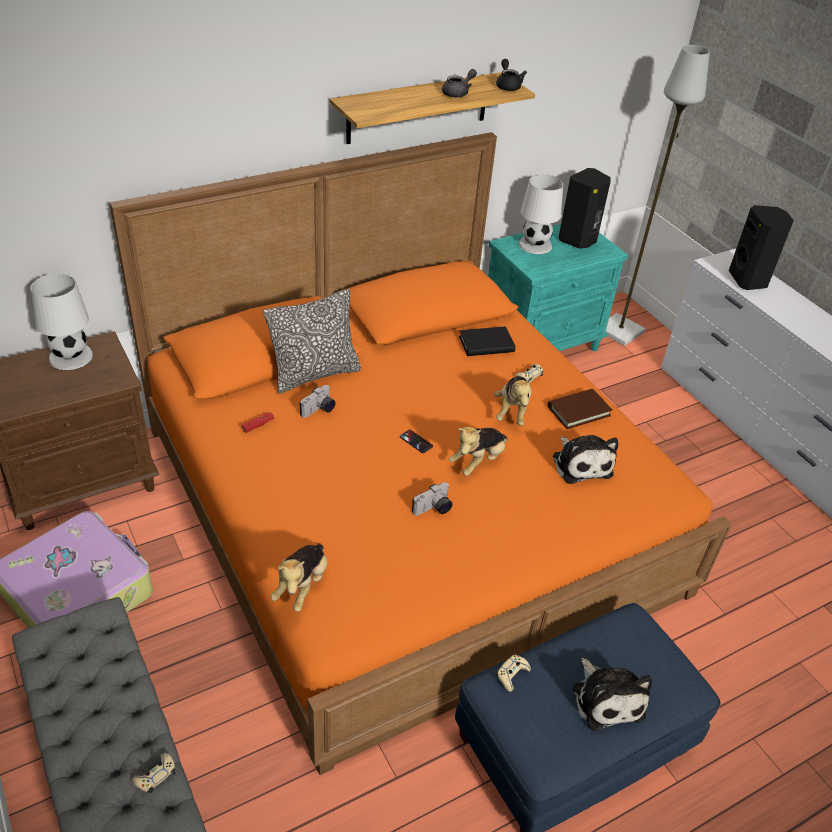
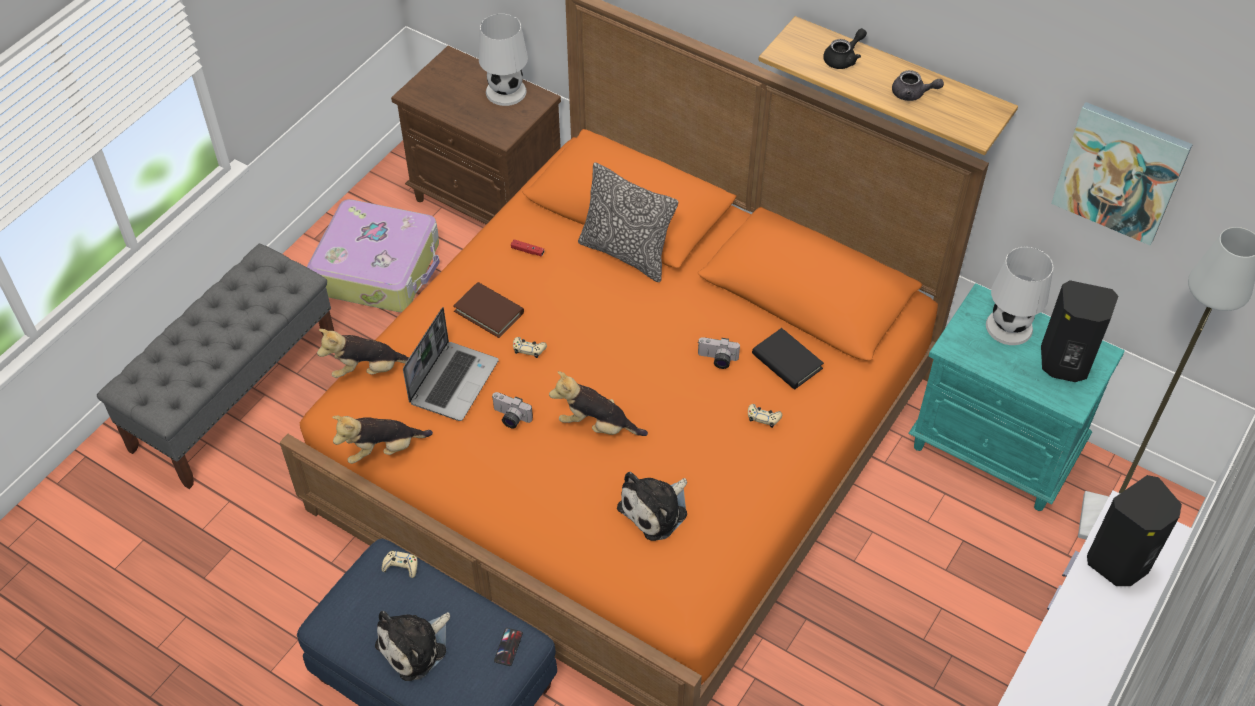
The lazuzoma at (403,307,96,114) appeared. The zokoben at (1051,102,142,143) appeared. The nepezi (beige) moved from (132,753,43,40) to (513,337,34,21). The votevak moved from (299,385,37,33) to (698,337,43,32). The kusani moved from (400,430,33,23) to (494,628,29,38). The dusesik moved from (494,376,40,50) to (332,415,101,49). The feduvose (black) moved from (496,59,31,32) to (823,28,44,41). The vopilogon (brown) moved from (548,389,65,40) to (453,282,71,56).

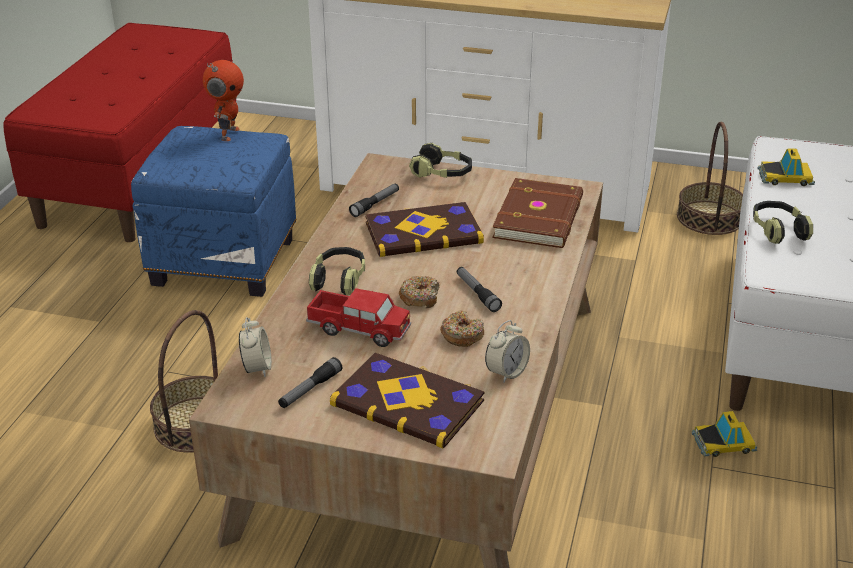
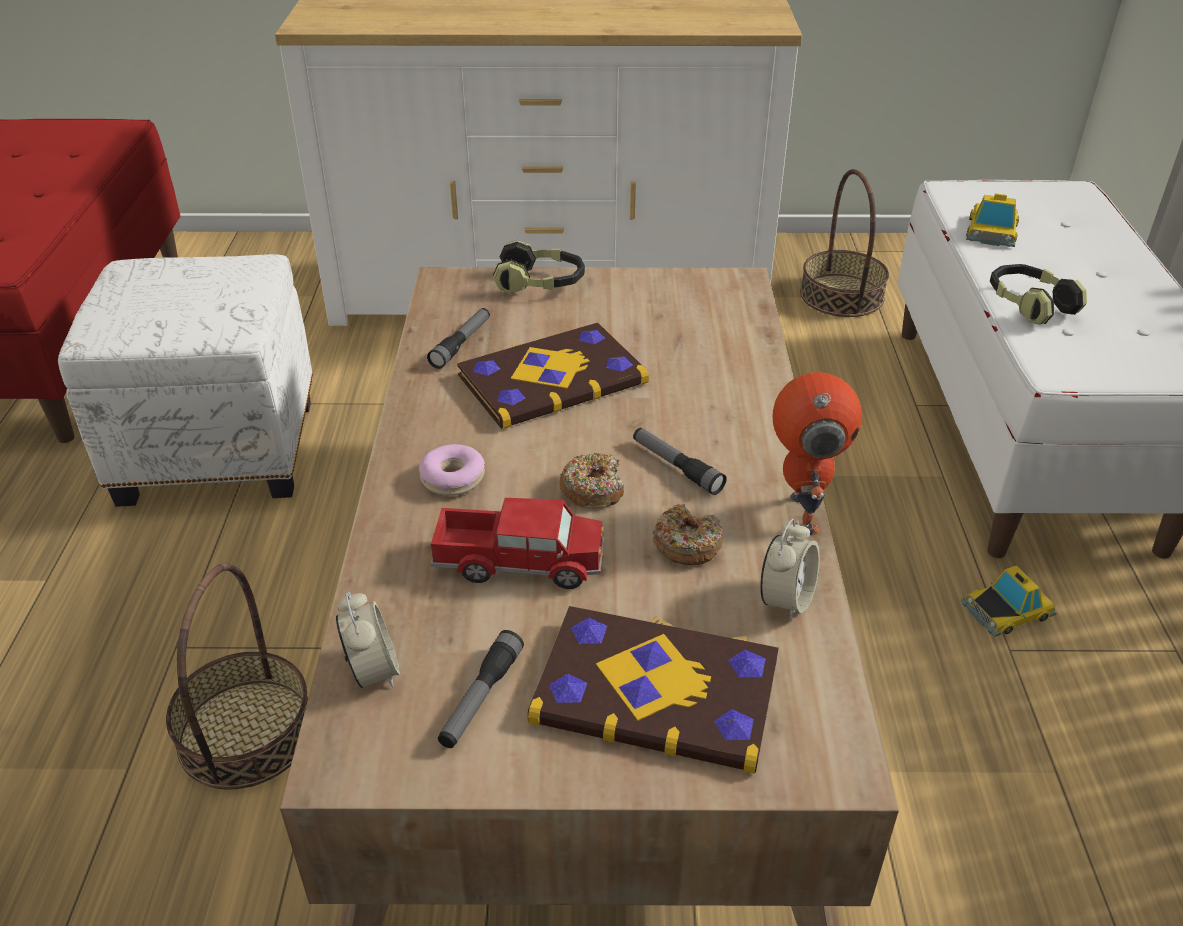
The vopilogon (brown) at (492,178,91,70) disappeared. The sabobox moved from (203,60,41,81) to (773,372,89,163). The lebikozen at (309,247,56,48) was replaced by the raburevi at (419,444,66,52). The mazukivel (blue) at (131,126,165,171) became the mazukivel (white) at (58,254,255,253). The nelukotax at (757,148,58,38) turned 120 degrees clockwise.

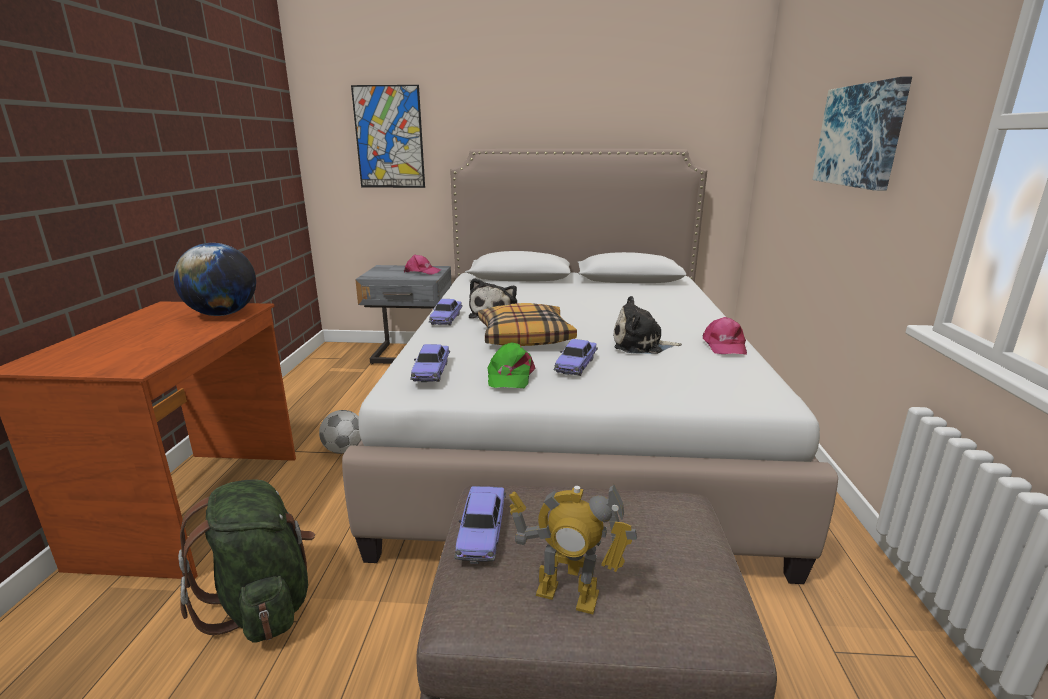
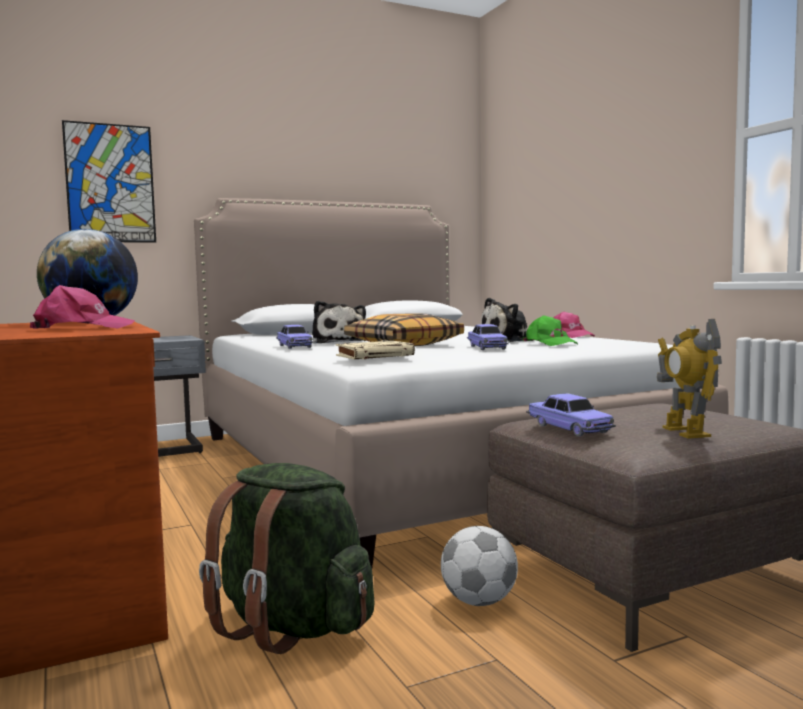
The zokoben at (813,77,99,114) disappeared. The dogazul moved from (319,410,42,44) to (441,526,77,80). The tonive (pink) moved from (404,255,37,20) to (30,285,105,44). The tonive (green) moved from (487,342,48,46) to (522,315,56,31). The nelukotax at (410,344,40,38) was replaced by the vopilogon (beige) at (336,340,79,19). The sabobox at (509,484,128,130) turned 90 degrees clockwise.

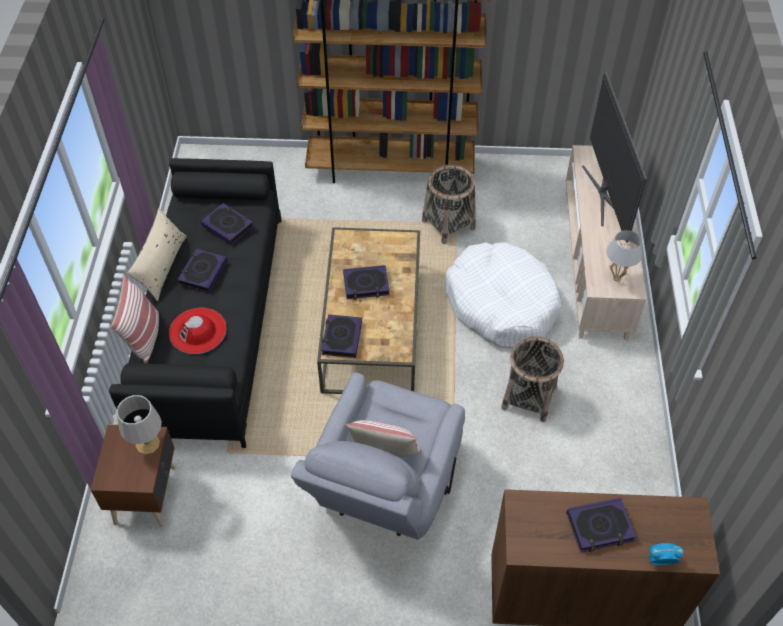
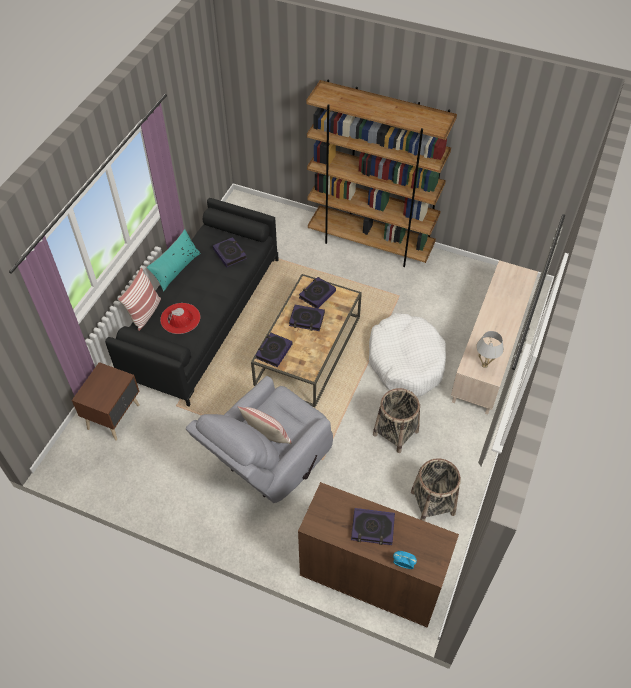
The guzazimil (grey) at (116,395,46,60) disappeared. The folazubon at (582,71,65,172) disappeared. The vopilogon moved from (177,249,50,44) to (299,277,37,31). The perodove moved from (422,164,54,80) to (411,458,50,63). The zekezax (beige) at (127,208,60,93) became the zekezax (turquoise) at (147,229,54,62).

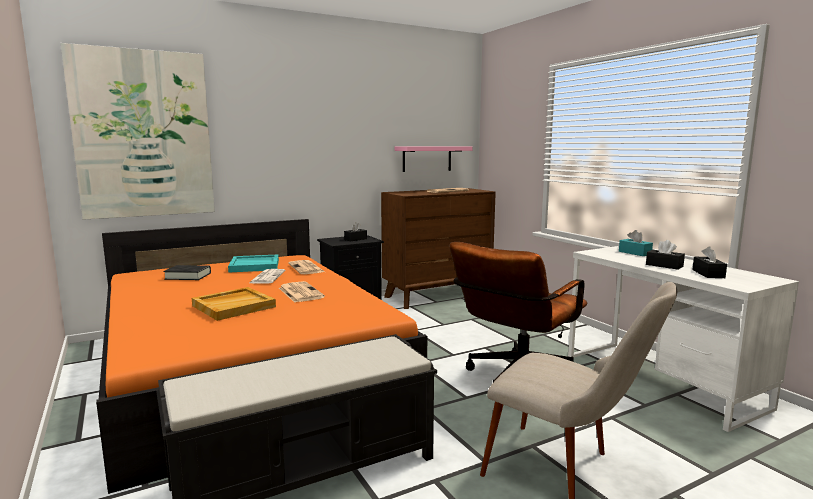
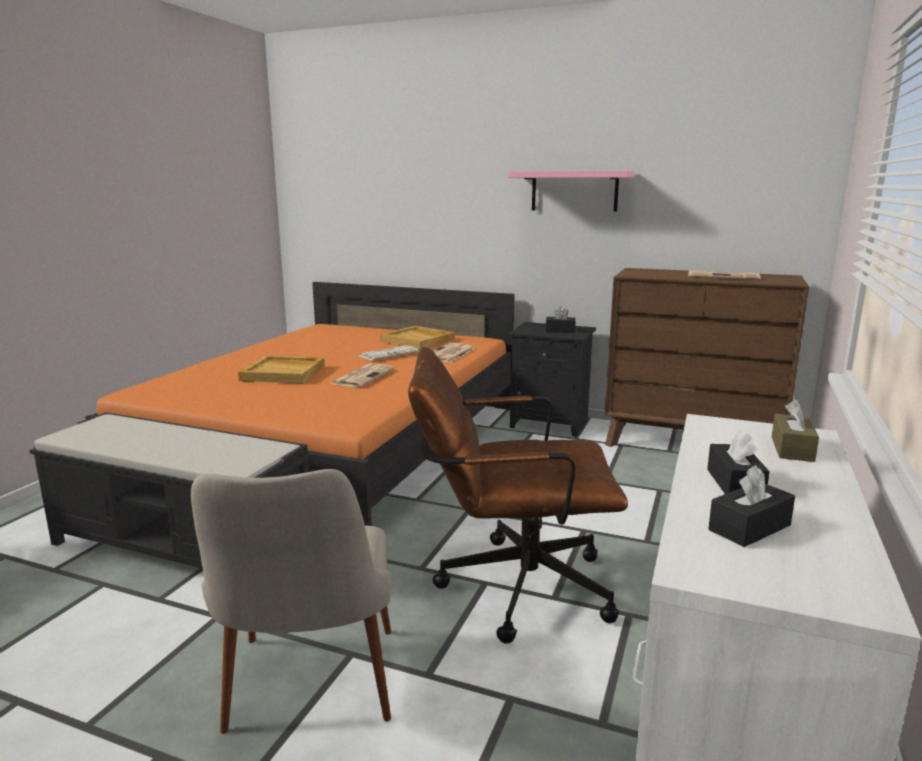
The zokoben at (60,43,155,177) disappeared. The vopilogon (black) at (163,265,48,15) disappeared. The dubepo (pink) moved from (395,147,77,25) to (508,170,127,42). The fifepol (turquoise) at (228,254,51,19) became the fifepol (beige) at (380,326,75,23). The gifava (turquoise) at (619,230,34,26) became the gifava (brown) at (772,400,47,62).

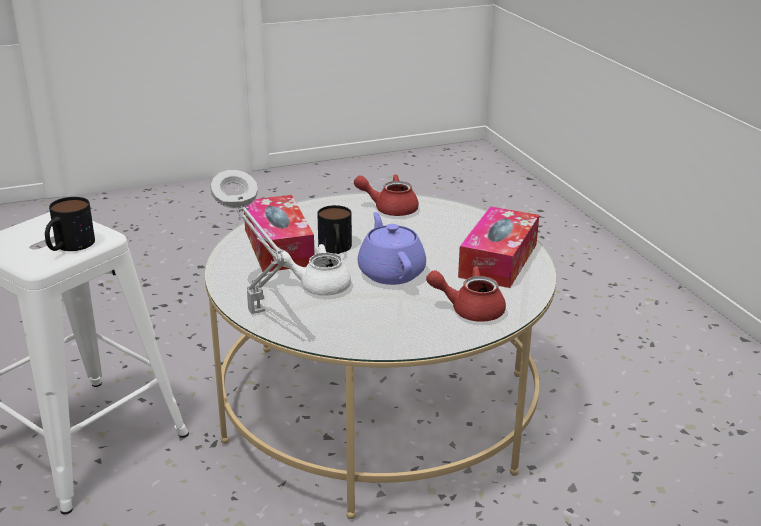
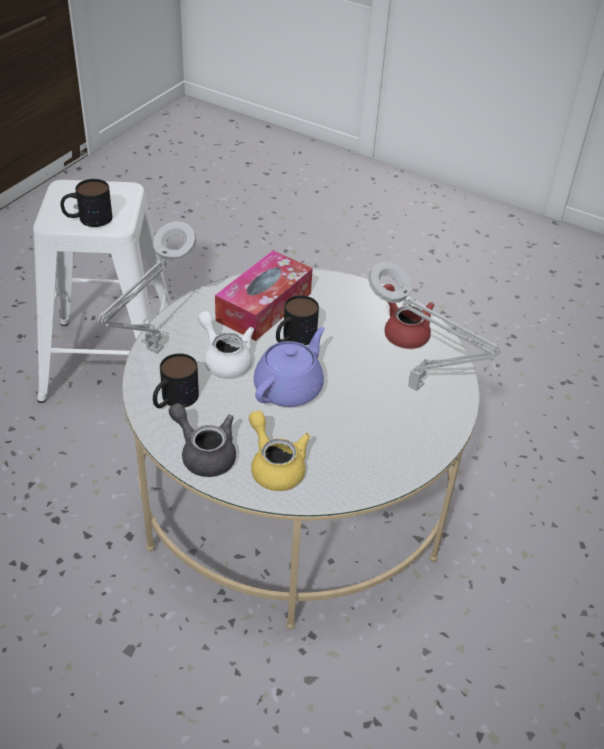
The gifava at (458,206,81,82) disappeared. The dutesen at (153,353,46,55) appeared. The feduvose (grey) at (169,403,67,74) appeared. The guzazimil (grey) at (368,261,133,130) appeared. The feduvose (red) at (426,266,80,56) became the feduvose (yellow) at (249,411,61,80).

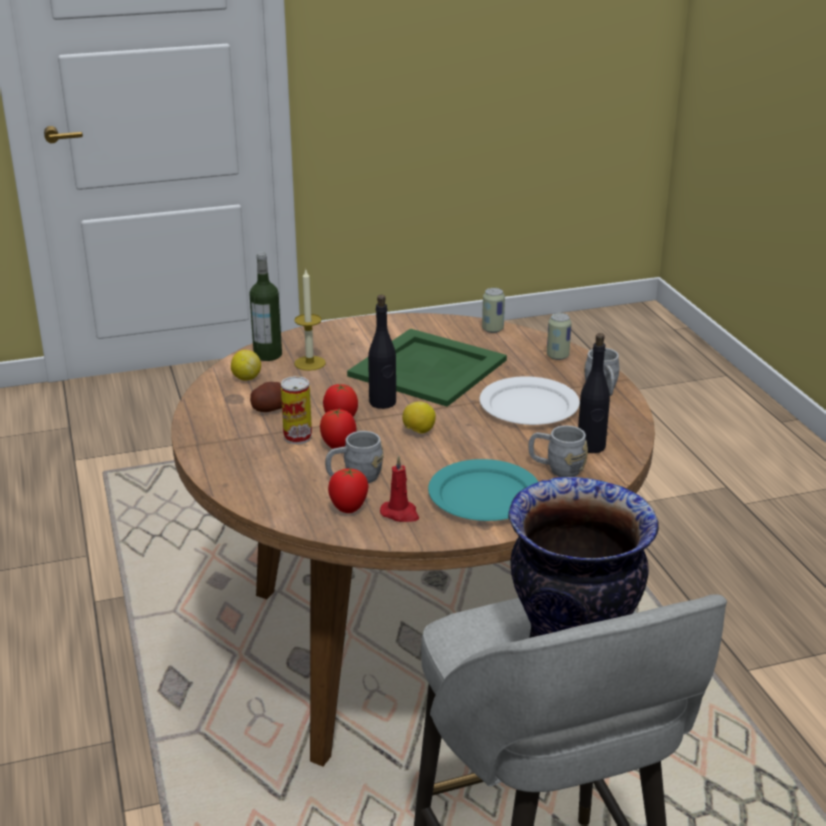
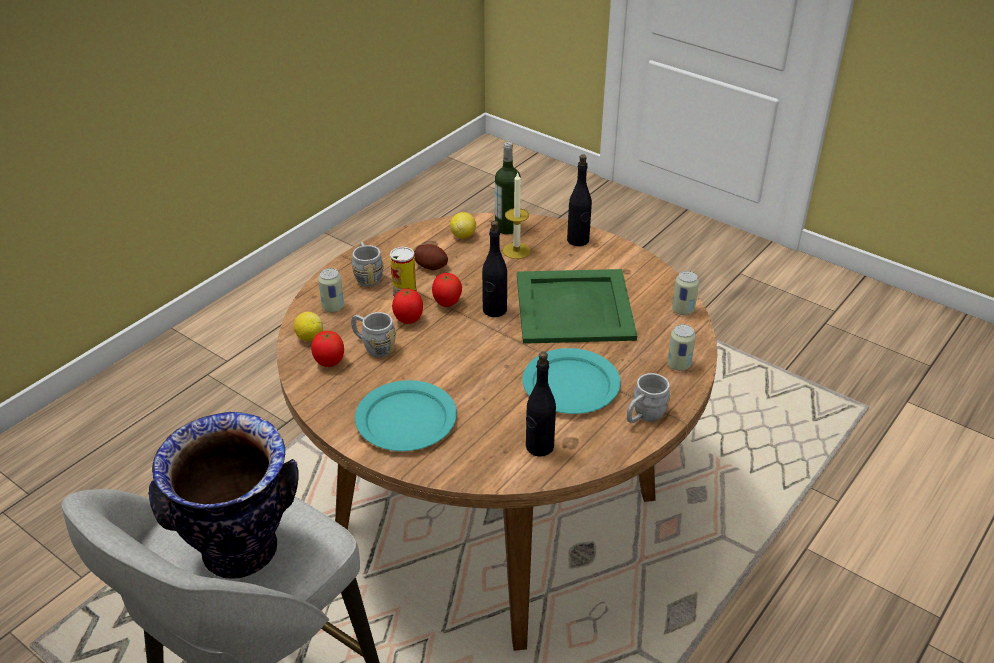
The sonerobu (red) at (380,456,39,66) disappeared. The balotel at (318,268,26,44) appeared. The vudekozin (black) at (567,154,25,92) appeared. The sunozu moved from (402,402,34,32) to (294,312,29,29). The dutesen (grey) moved from (528,425,60,52) to (352,242,31,45). The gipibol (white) at (480,376,100,49) became the gipibol (turquoise) at (522,348,99,66).

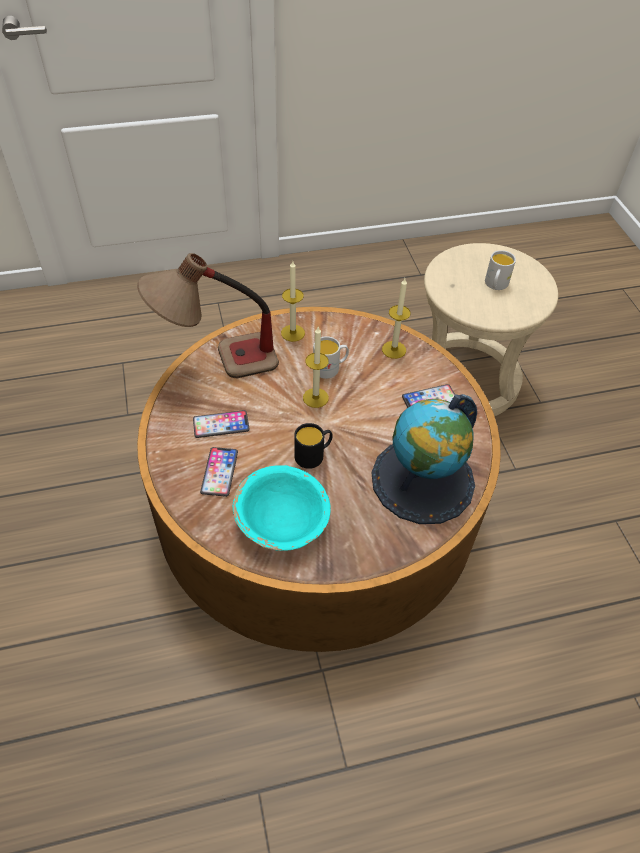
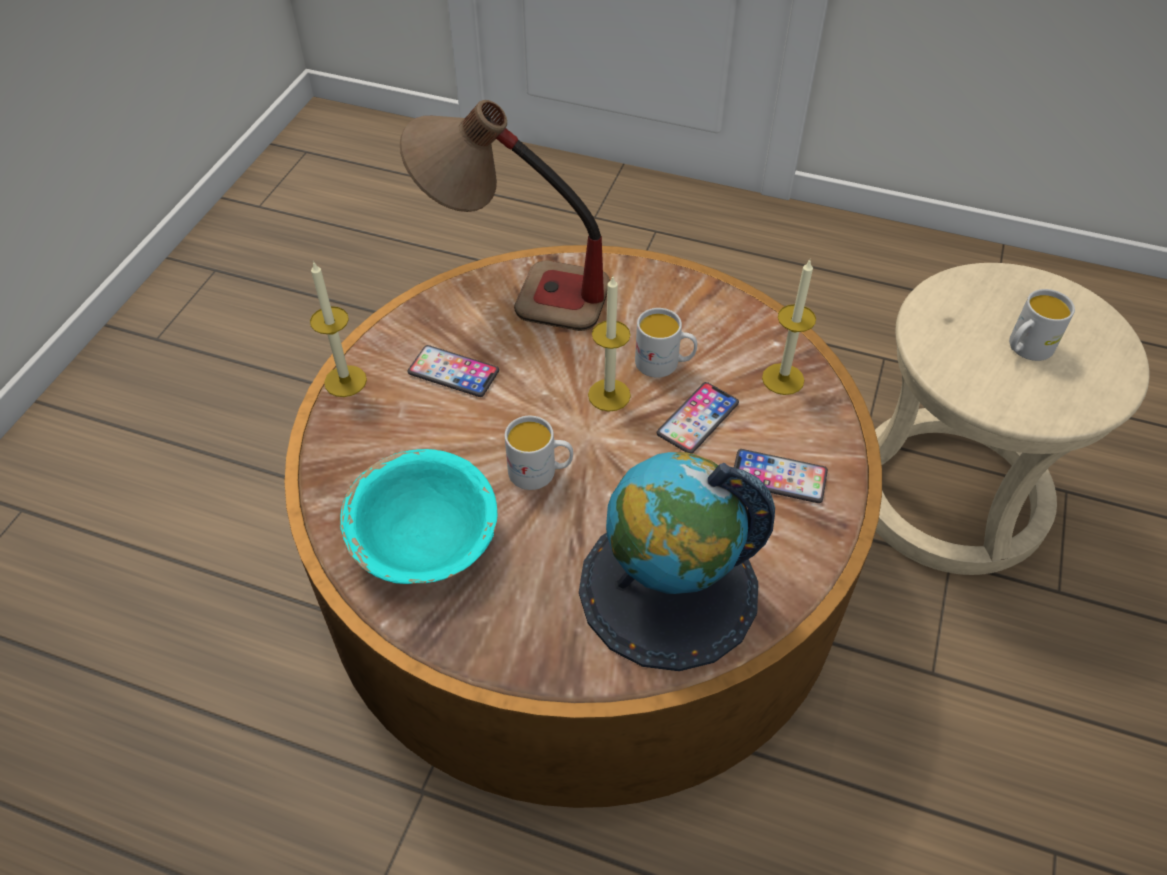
The kusani moved from (200,447,38,50) to (657,382,82,72). The sonerobu moved from (281,261,24,81) to (310,261,57,136). The dutesen (black) at (294,423,39,46) became the dutesen (white) at (505,416,68,74).

